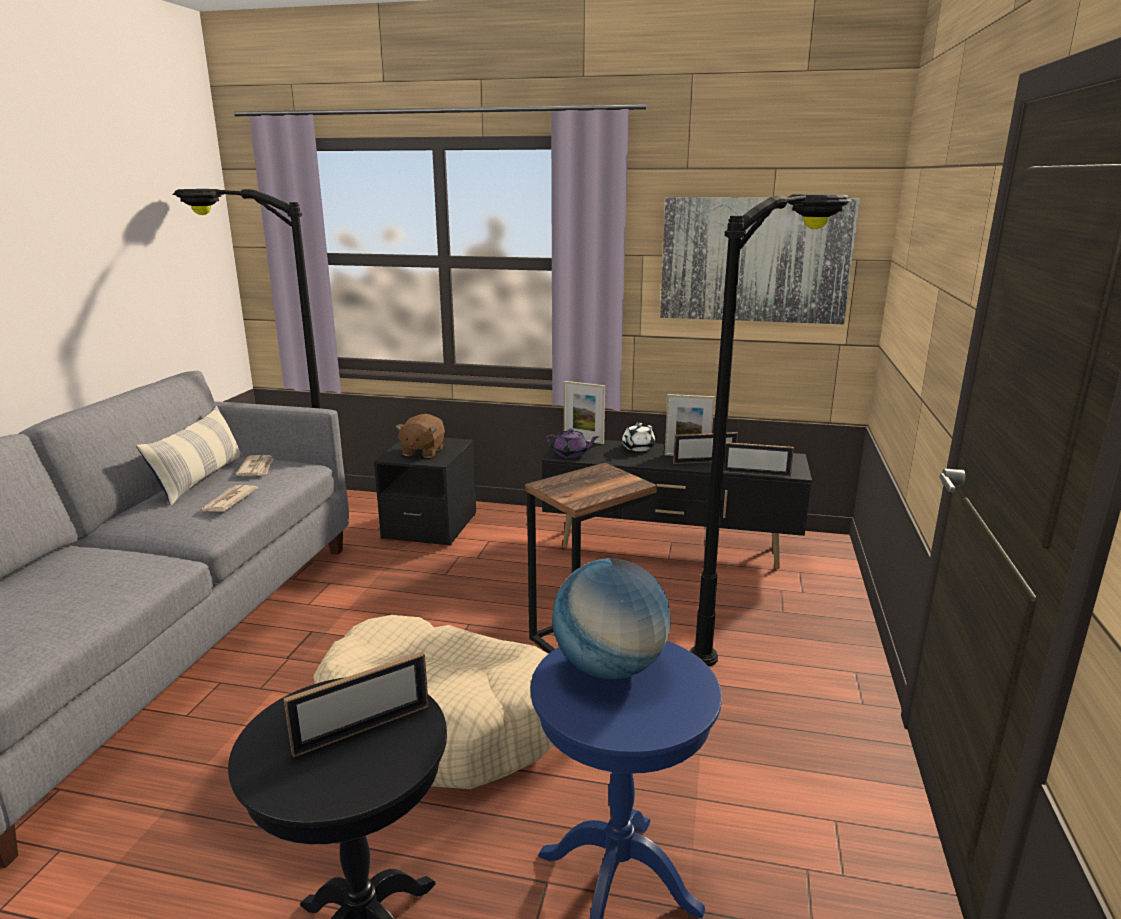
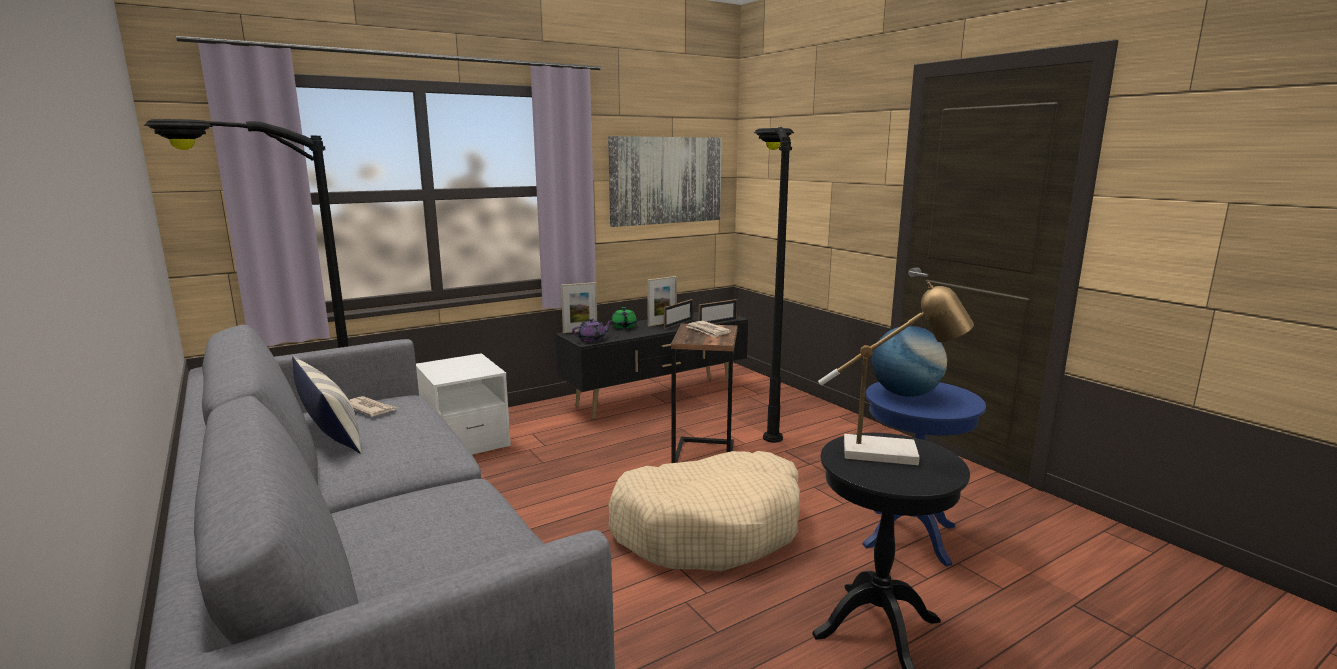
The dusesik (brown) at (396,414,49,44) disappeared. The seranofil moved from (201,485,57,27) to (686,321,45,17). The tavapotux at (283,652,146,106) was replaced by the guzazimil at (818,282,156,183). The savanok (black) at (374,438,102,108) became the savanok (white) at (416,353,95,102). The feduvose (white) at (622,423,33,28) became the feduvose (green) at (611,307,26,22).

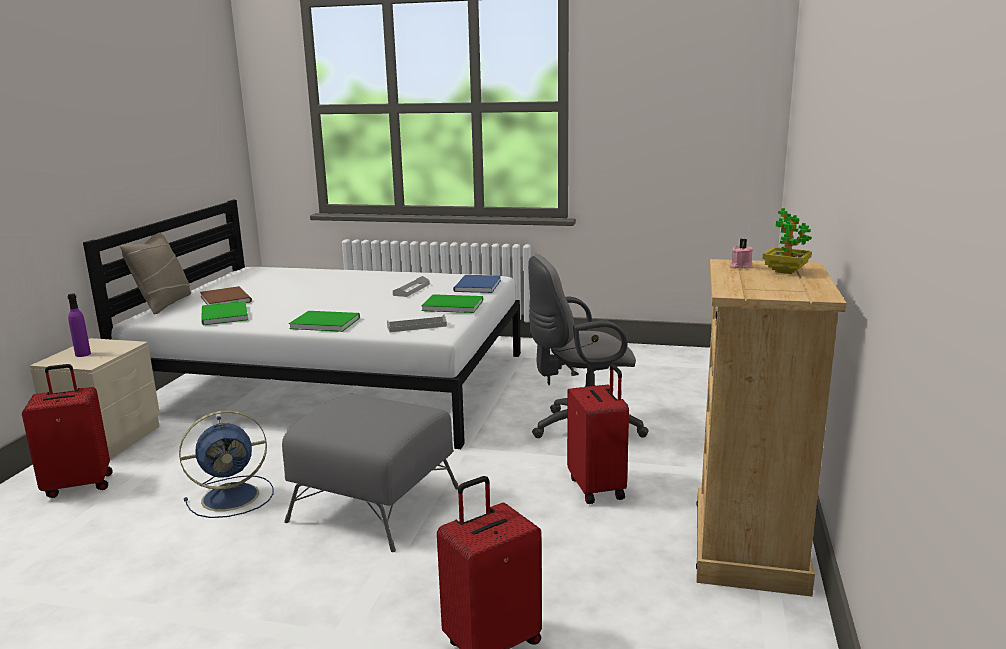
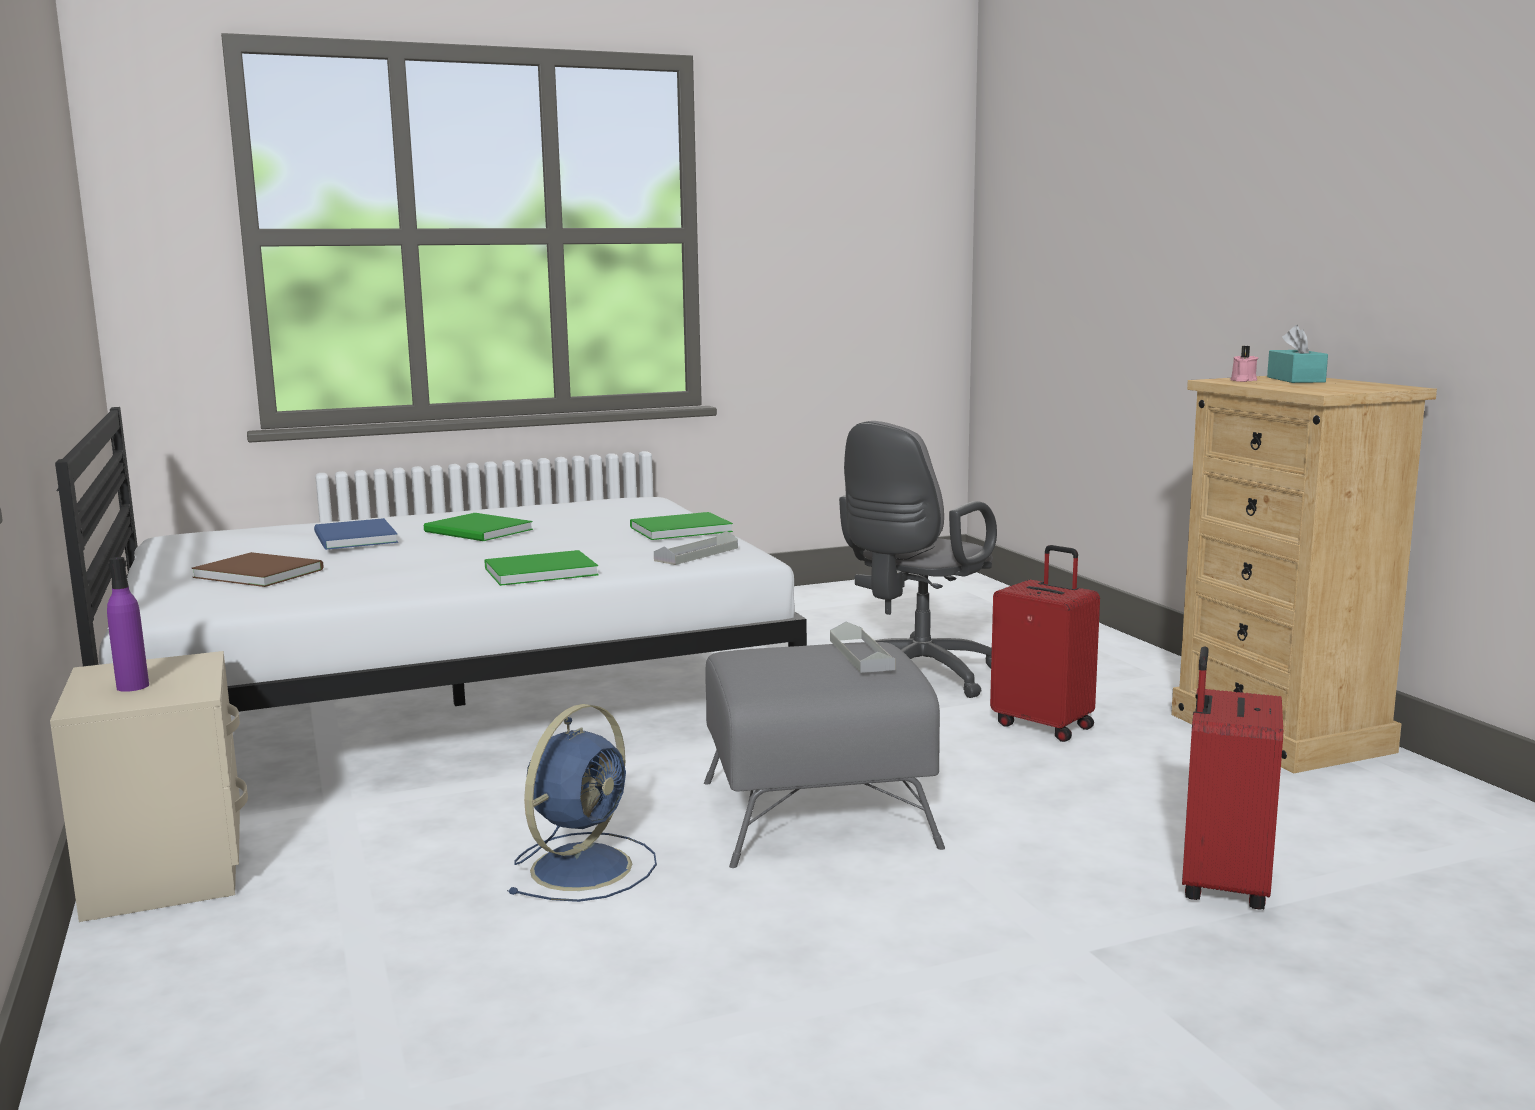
The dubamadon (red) at (22,364,91,134) disappeared. The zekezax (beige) at (120,232,71,82) disappeared. The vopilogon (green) moved from (202,301,46,24) to (424,513,109,28). The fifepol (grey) moved from (393,276,37,21) to (830,622,65,51). The vopilogon (blue) moved from (453,275,48,18) to (314,518,84,32). The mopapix at (763,208,49,66) was replaced by the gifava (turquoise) at (1267,325,61,58).

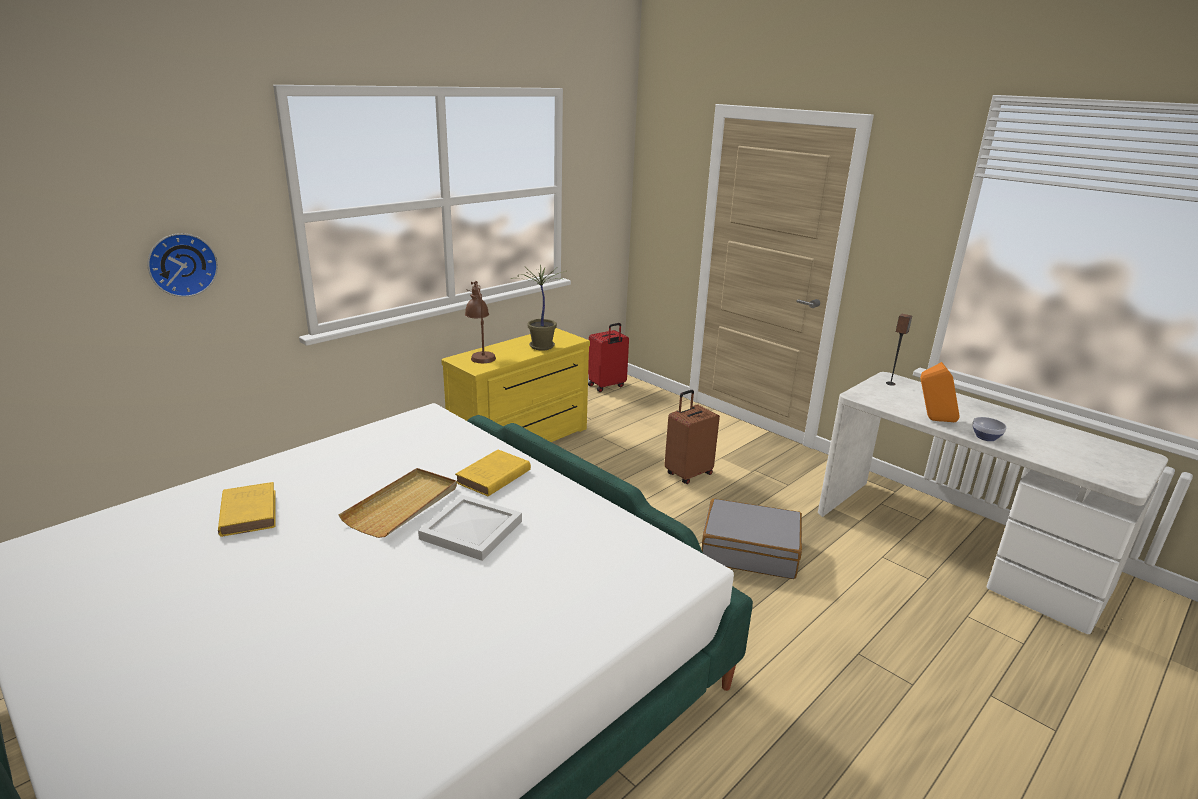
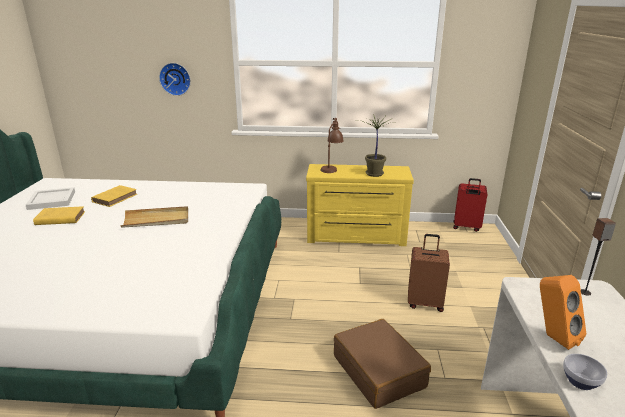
The fifepol (white) moved from (418,495,104,66) to (26,187,49,23). The vopilogon (yellow) moved from (455,450,76,47) to (33,206,52,19). The dubamadon (grey) at (701,498,101,81) became the dubamadon (brown) at (334,319,97,90).

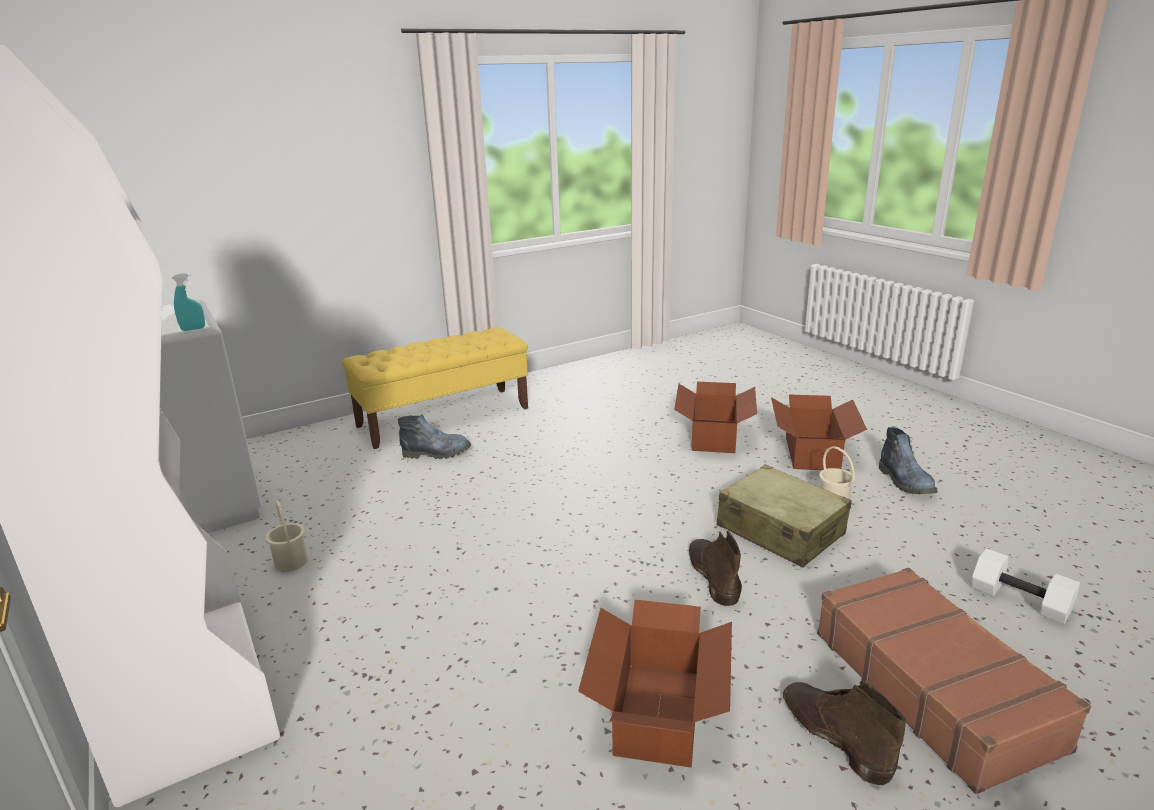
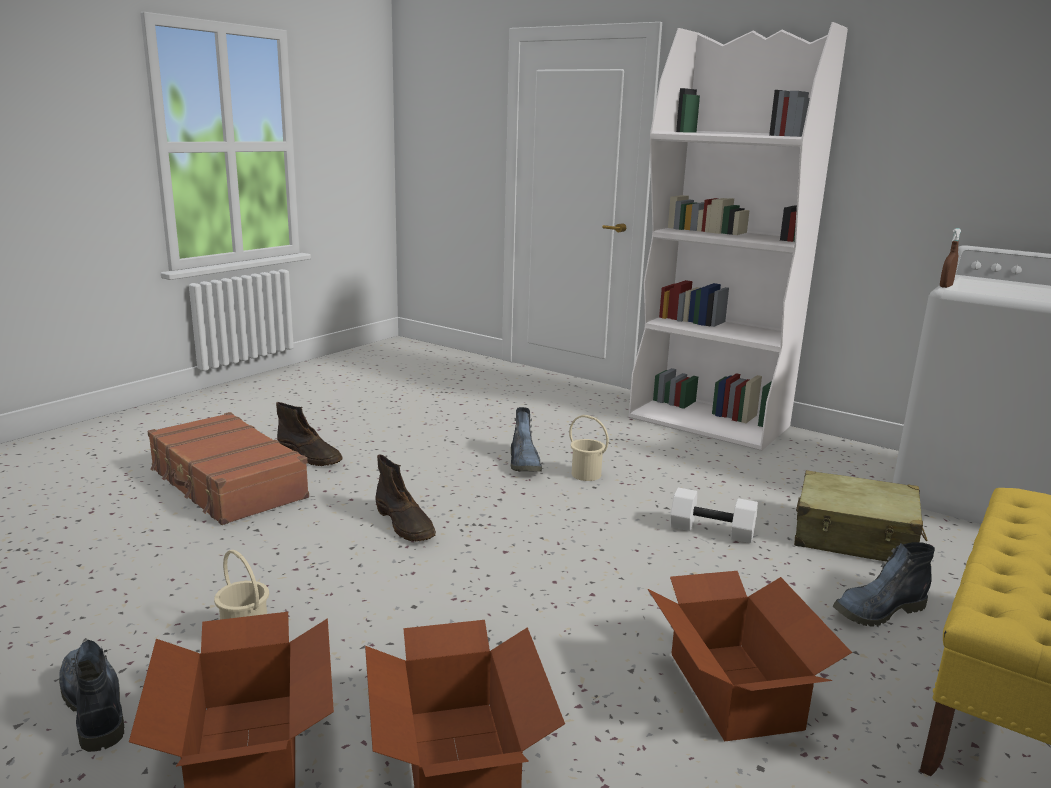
The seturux at (511,407,31,65) appeared. The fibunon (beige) moved from (265,501,43,71) to (569,415,40,66). The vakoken moved from (578,600,154,167) to (648,571,204,170). The dubamadon (beige) moved from (717,465,135,103) to (794,470,134,92). The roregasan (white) moved from (972,548,108,76) to (670,488,88,55). The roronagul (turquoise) at (172,273,33,58) became the roronagul (brown) at (940,228,21,60).

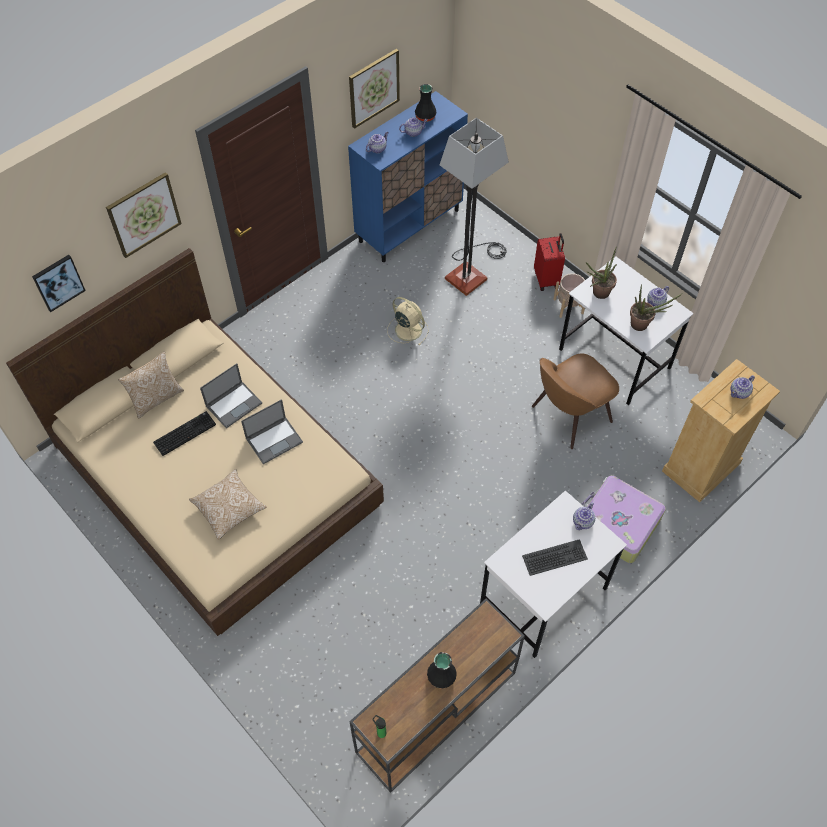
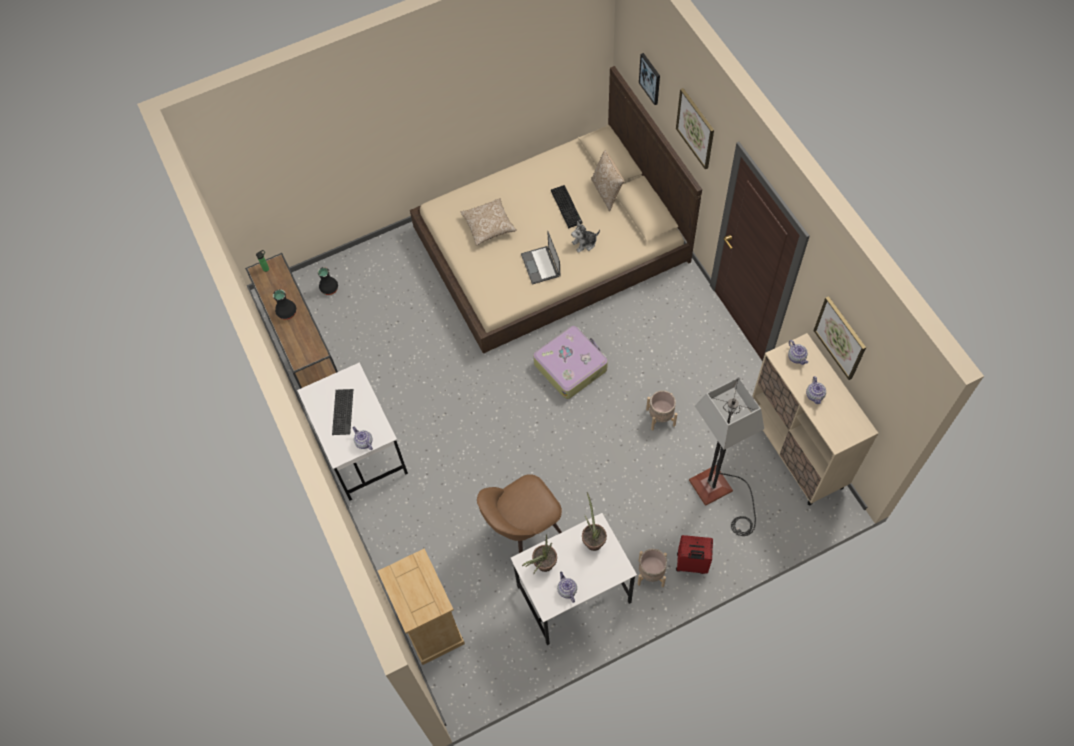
The feduvose at (730,375,25,24) disappeared. The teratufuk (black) moved from (415,84,22,38) to (318,267,20,28). The dubamadon moved from (581,476,85,87) to (533,326,75,73). The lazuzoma at (200,363,62,65) was replaced by the dusesik at (571,221,29,32). The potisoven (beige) at (387,297,42,49) was replaced by the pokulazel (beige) at (646,391,31,39). The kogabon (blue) at (348,91,120,171) became the kogabon (beige) at (750,333,129,172). The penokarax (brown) at (532,354,87,95) turned 105 degrees counterclockwise.

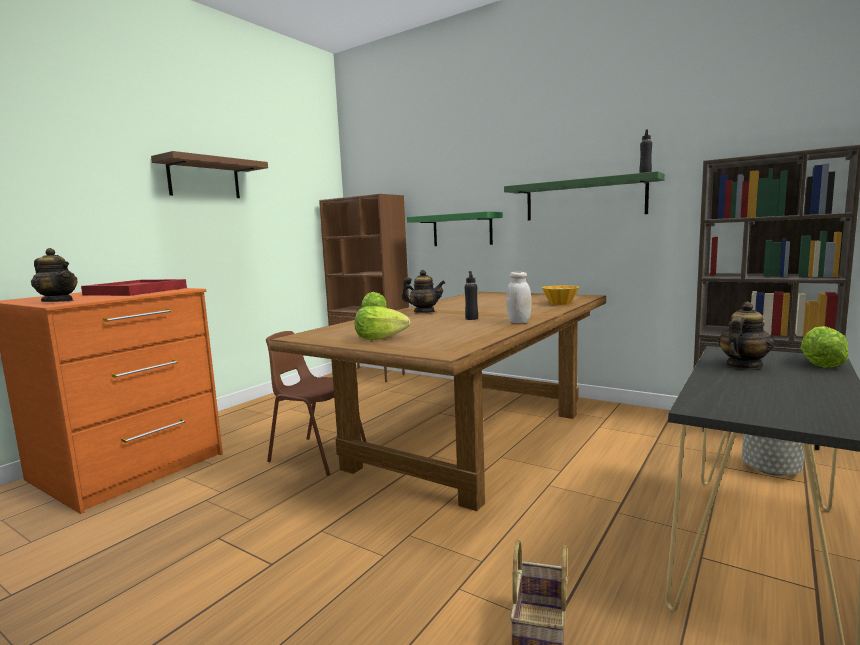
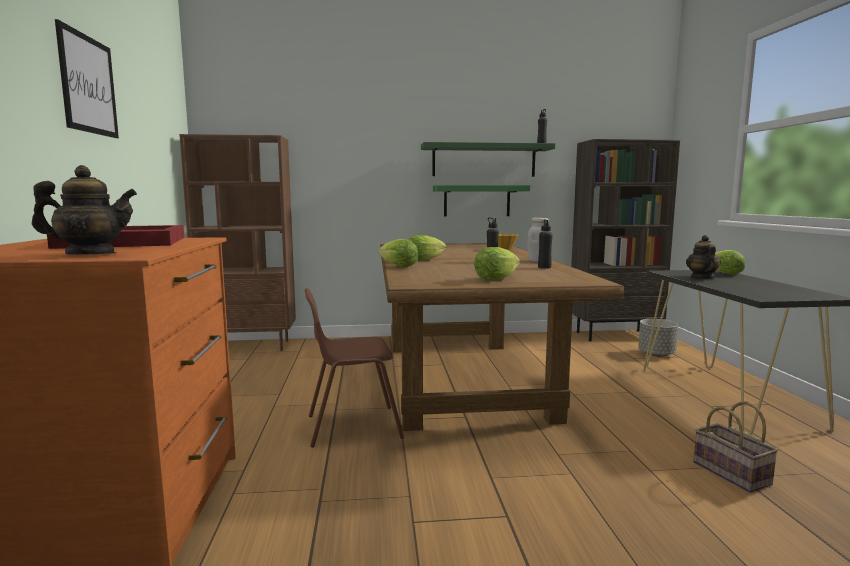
The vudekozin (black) at (538,219,14,50) appeared. The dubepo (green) moved from (407,211,96,35) to (433,185,97,31). The dubepo (brown) at (151,151,117,47) was replaced by the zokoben at (55,19,64,119). The feduvose at (402,270,43,43) was replaced by the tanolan at (409,235,37,26).

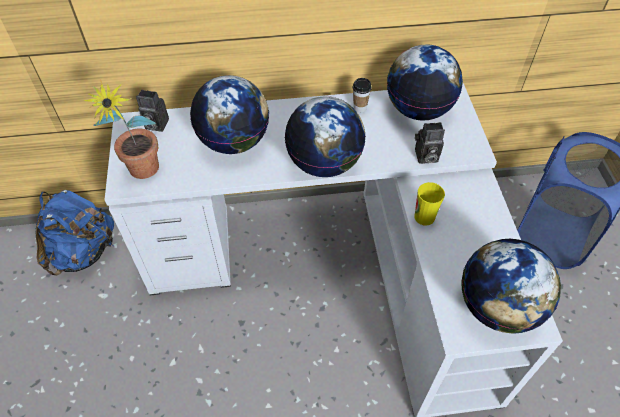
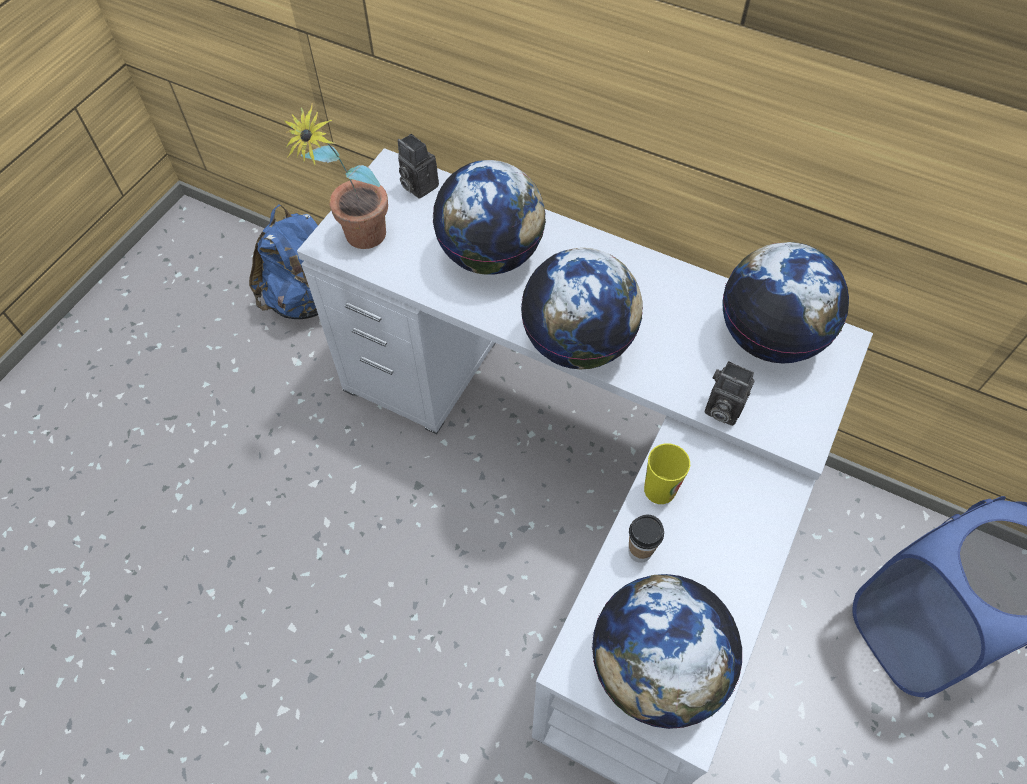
The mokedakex moved from (353,78,19,35) to (628,515,36,48).

